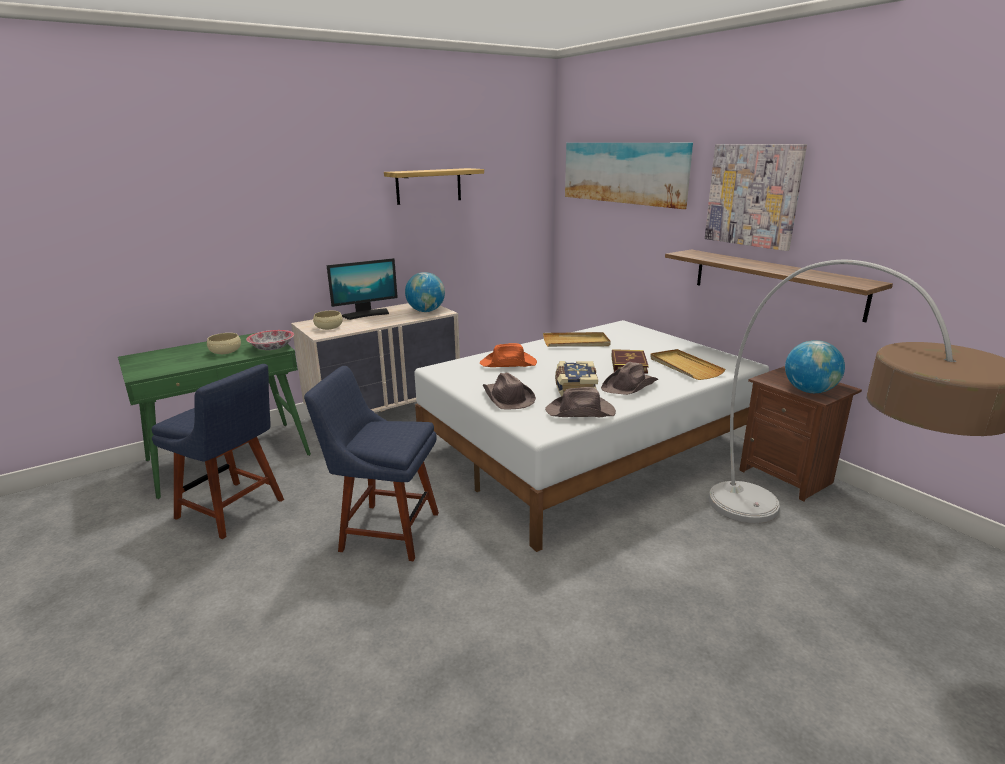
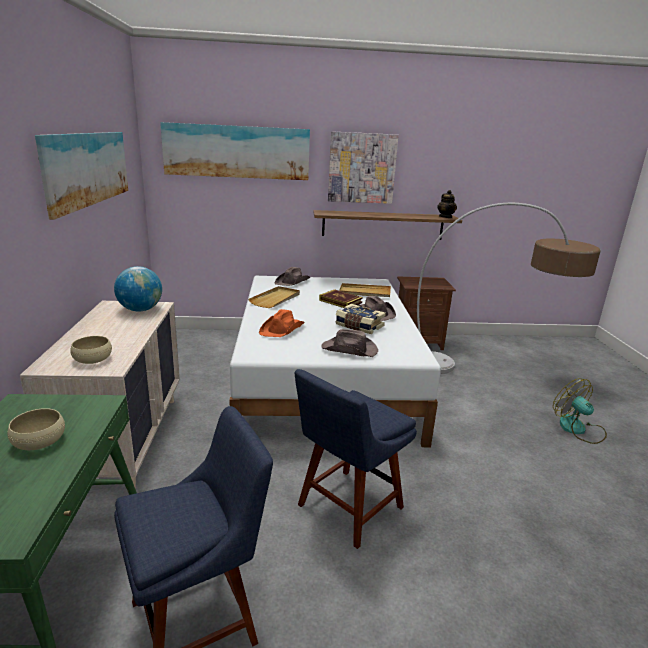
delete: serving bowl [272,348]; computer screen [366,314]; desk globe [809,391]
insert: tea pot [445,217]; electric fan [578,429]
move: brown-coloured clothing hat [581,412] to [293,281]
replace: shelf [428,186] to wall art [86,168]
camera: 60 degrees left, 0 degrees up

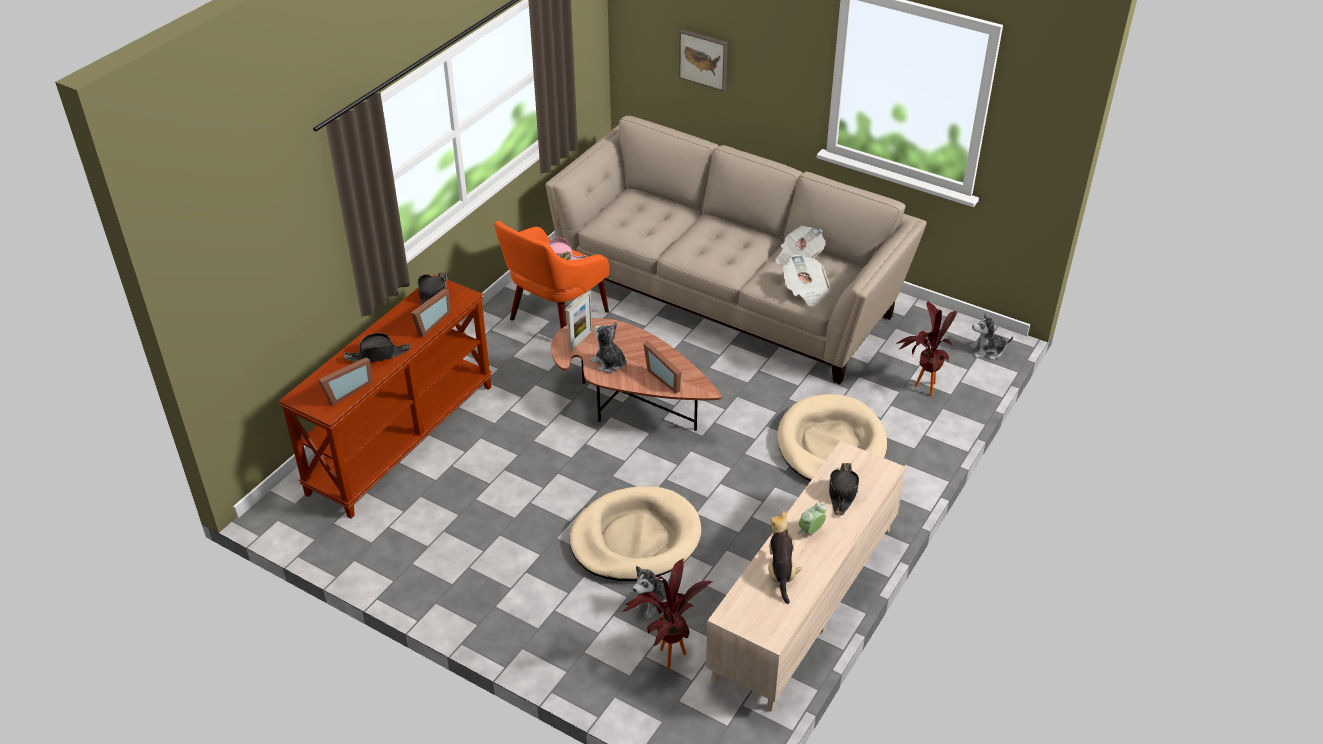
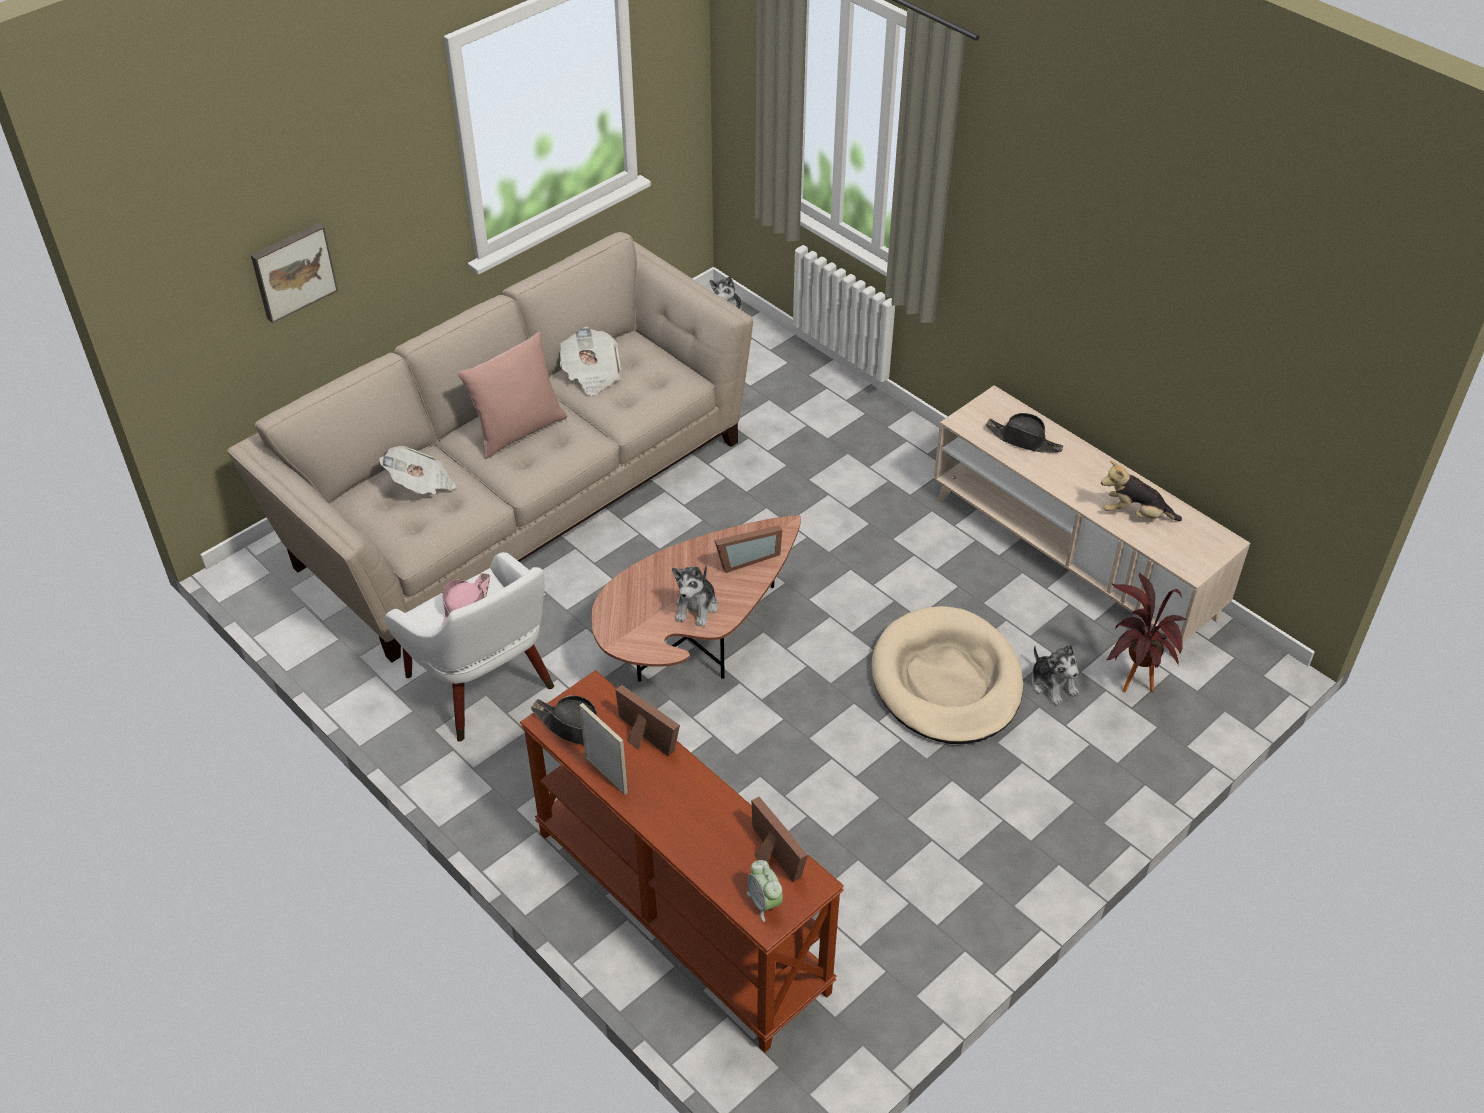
delete: black clothing hat [378,355]; sand-coloured dog cushion [831,445]; plant in a pot [920,388]
insert: pink-coloured pillow [518,431]
move: photo frame [581,341] to [606,775]; printed paper [805,291] to [421,485]; bedside clock [811,531] to [764,902]
recolor: orange-coloured armchair [554,319] to white armchair [485,688]
rotate: soft toy [609,363] = [696,607] 45 degrees counterclockwise
camera: 75 degrees left, 5 degrees up

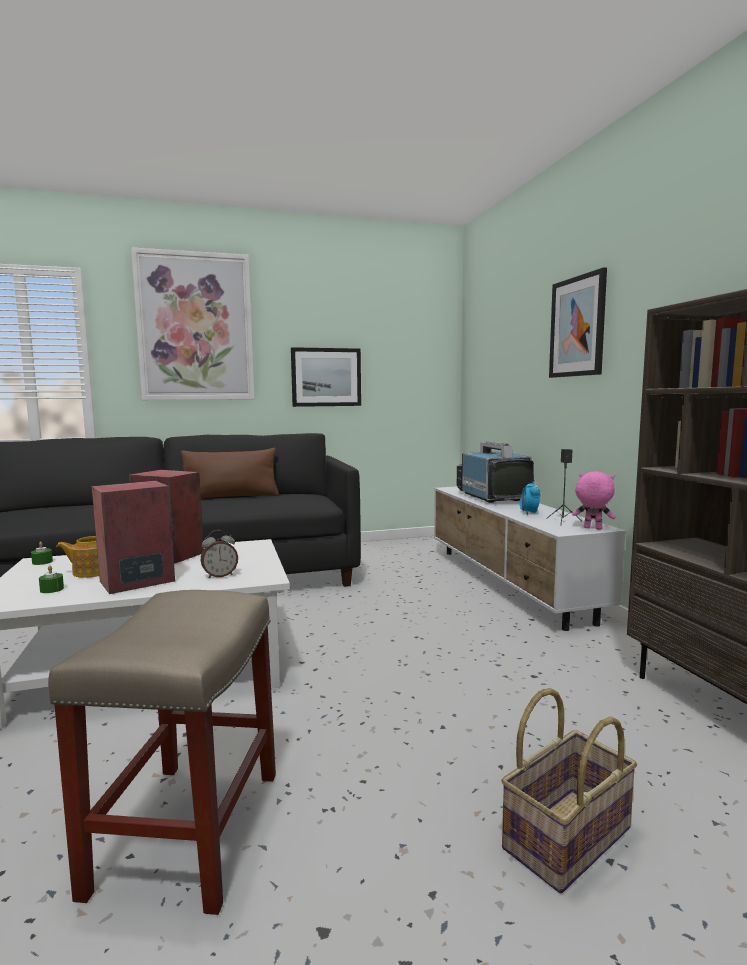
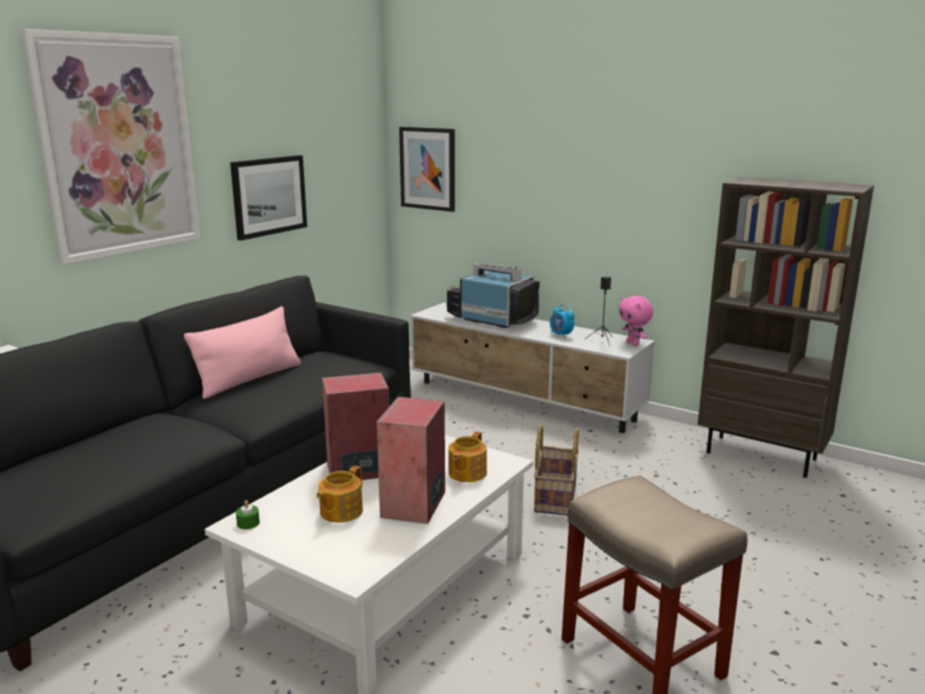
delete: greenish wax candle [52,589]
move: household basket [565,836] to [554,497]; wall art [577,327] to [428,168]
replace: bedside clock [220,576] to tea pot [466,473]
recolor: brown-coloured pillow [231,497] to pink-coloured pillow [249,379]
rotate: pink-coloured soft toy [592,528] = [633,343] 105 degrees counterclockwise
camera: 40 degrees left, 10 degrees up

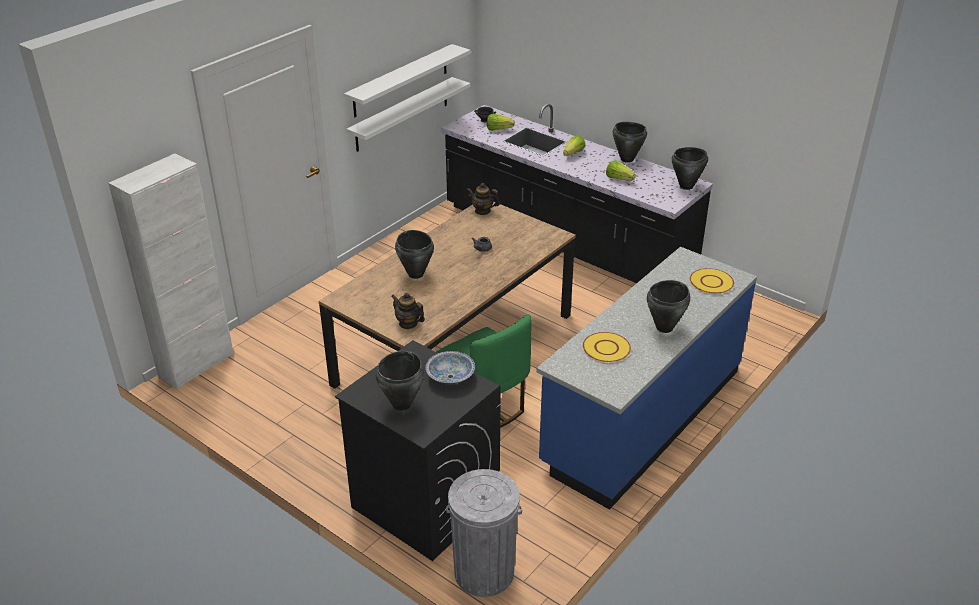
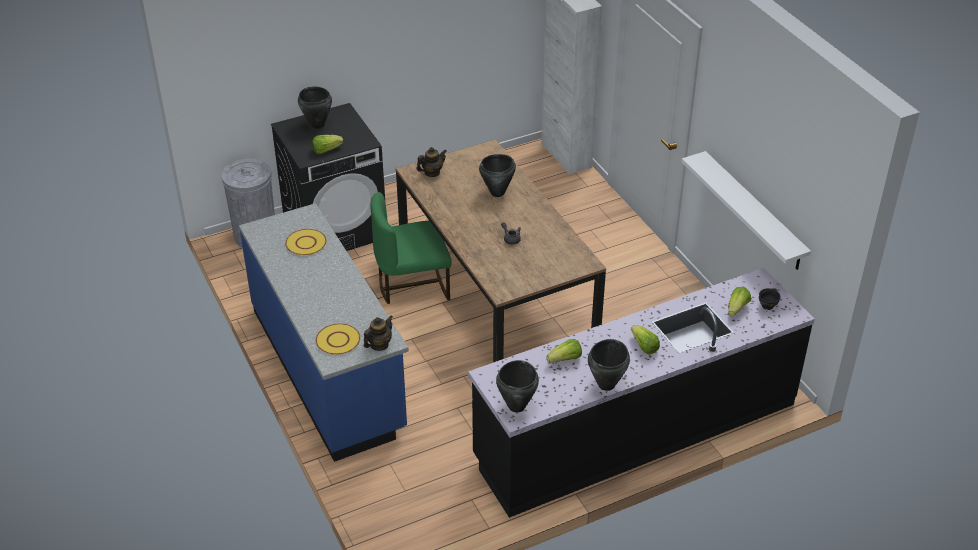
delete: white shelf [401,80]; black cooking pot [665,327]
move: tea pot [482,211] to [379,345]
replace: serving bowl [450,377] to head of lettuce [326,150]
camera: 115 degrees right, 5 degrees up

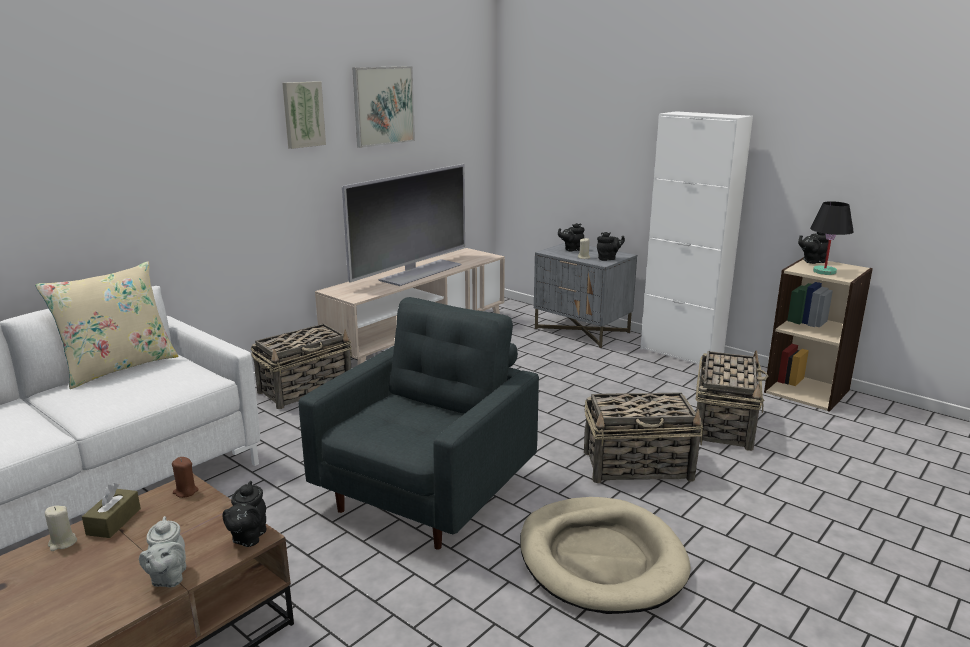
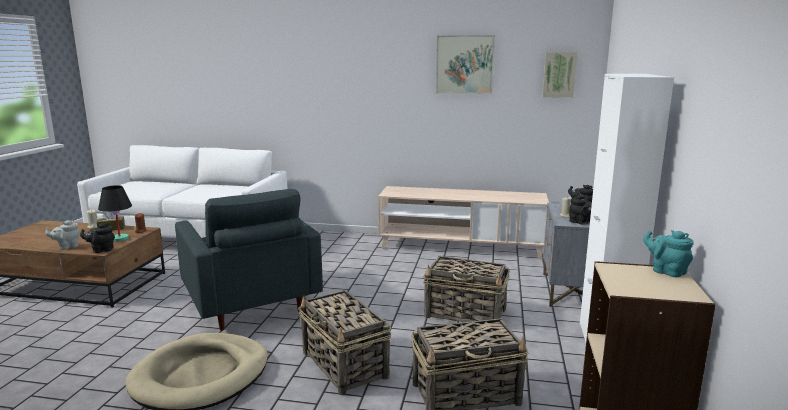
delete: sand-coloured pillow [119,367]; TV [419,272]
move: household basket [306,389] to [466,314]; wall art [303,114] to [559,74]; black table lamp [825,272] to [119,239]
recolor: black tea pot [812,261] to blue-green tea pot [666,271]
rotate: greyish armchair [428,493] = [250,304] 60 degrees clockwise
camera: 60 degrees right, 5 degrees down

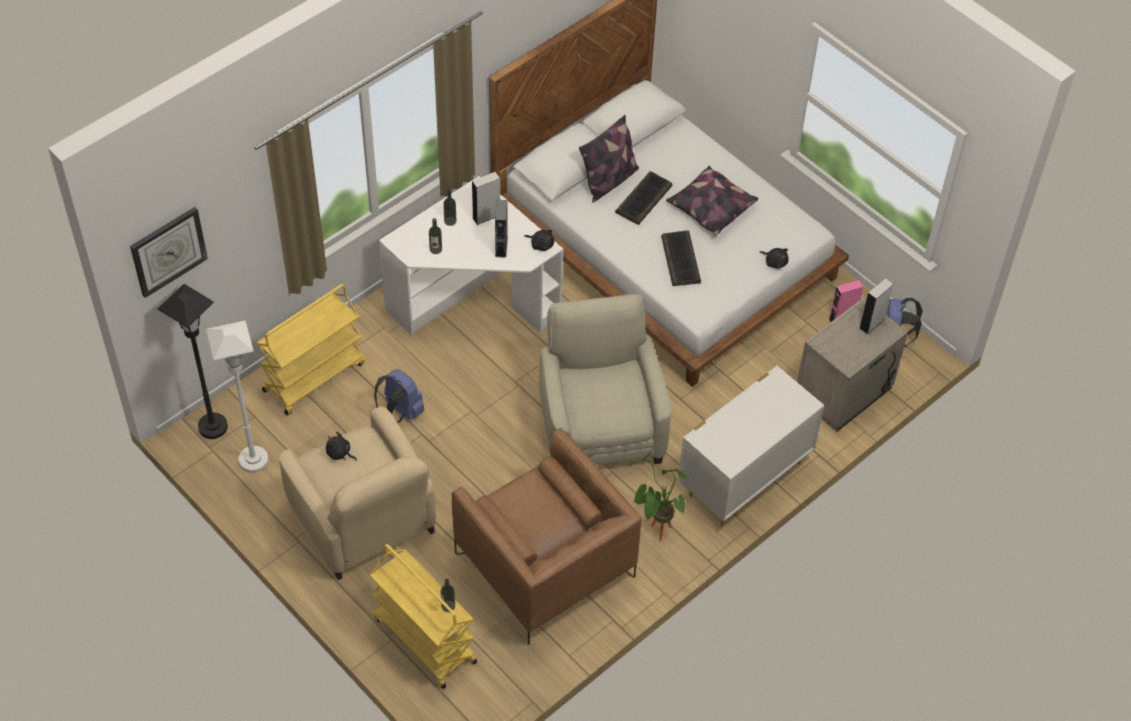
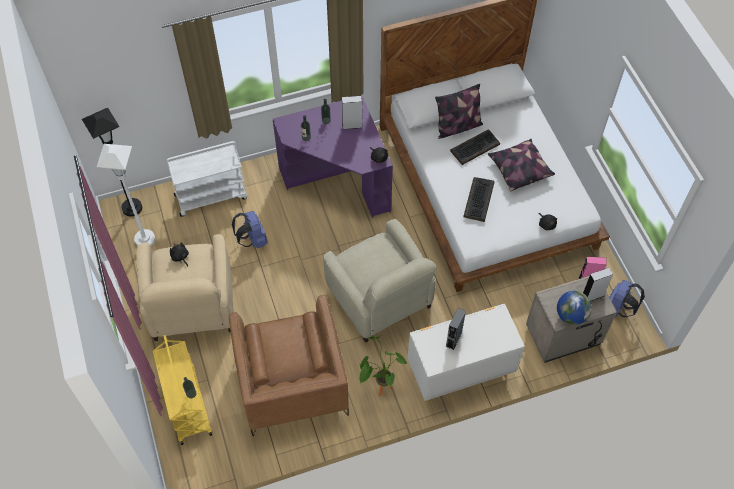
delete: hanging clock [168,251]
insert: desk globe [571,315]
move: greyish audio speaker [501,246] to [453,339]
recolor: yellow wheeled cart [314,376] to white wheeled cart [211,196]; white desk table [473,304] to purplish desk table [337,182]
rotate: sand-coloured armchair [601,426] = [379,298] 135 degrees clockwise
camera: 25 degrees right, 5 degrees up

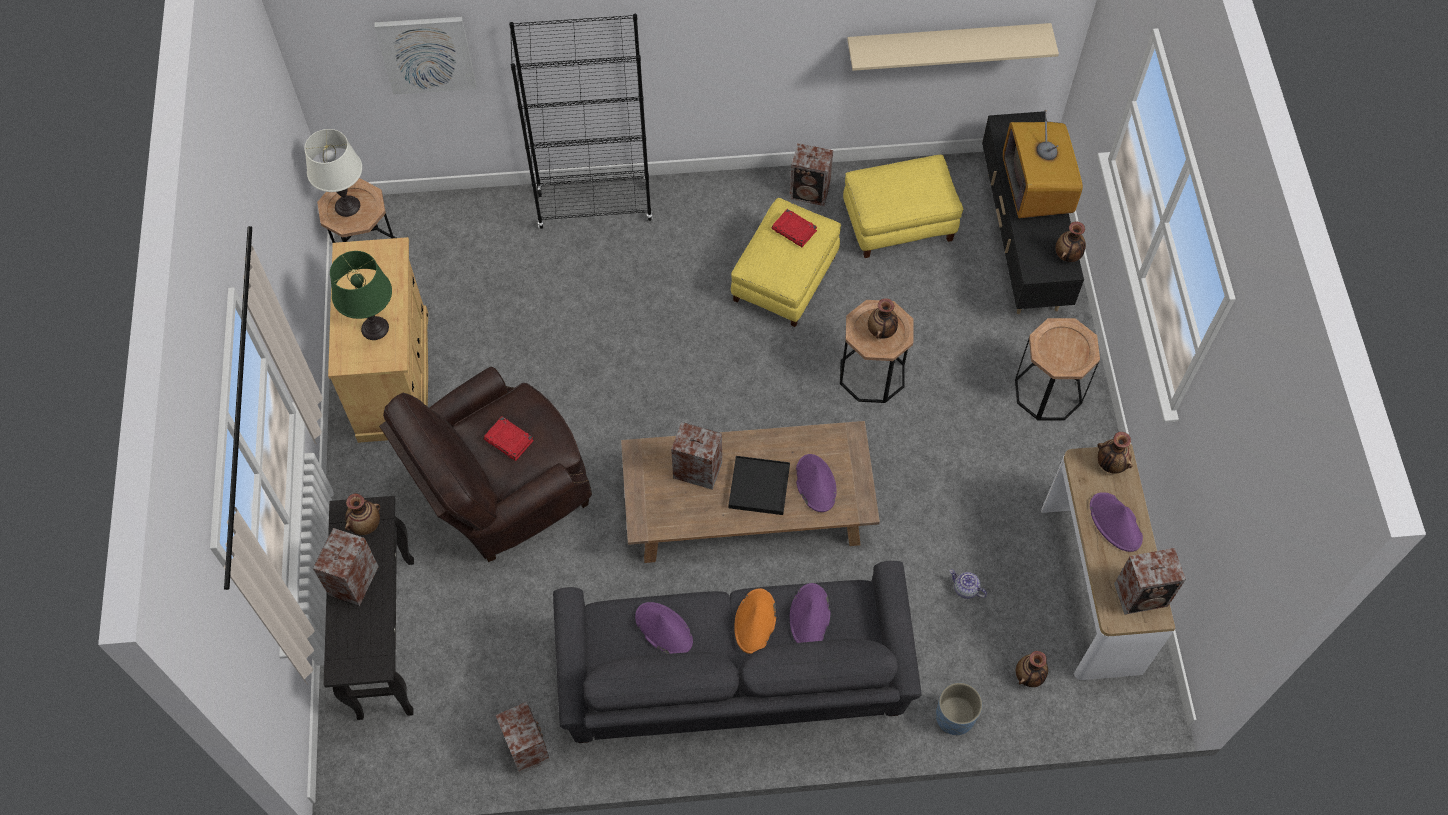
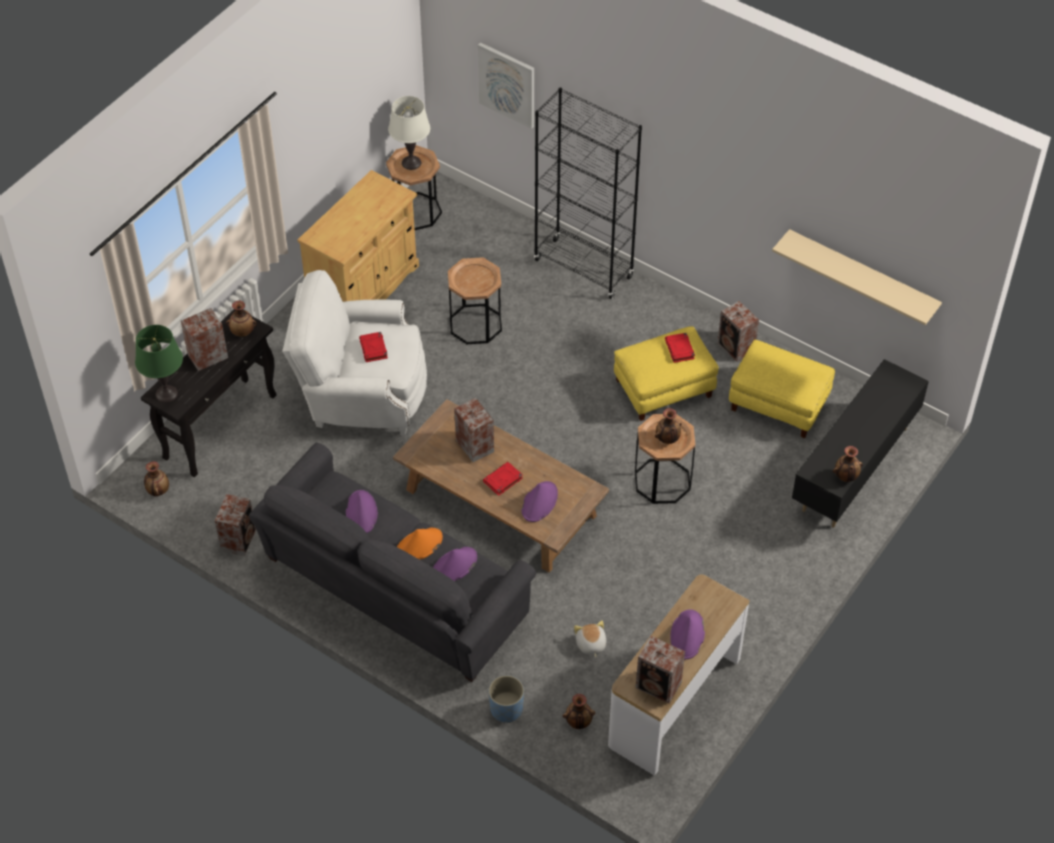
delete: TV [1036,188]
move: greenish table lamp [375,328] to [166,394]; brown-coloured accent table [1048,392] to [475,324]; decorative vase [1110,464] to [158,490]
replace: black carrying tray [759,487] to red volume [502,480]; tea pot [965,589] to soft toy [590,644]
recolor: brown-coloured armchair [501,492] to white armchair [361,394]
camera: 40 degrees right, 10 degrees down

